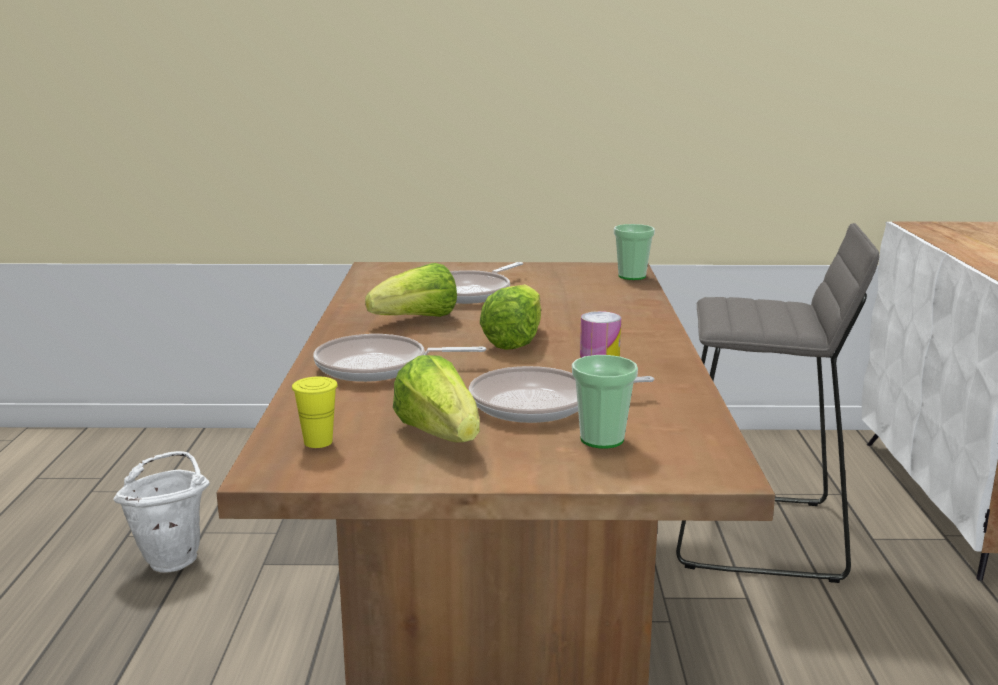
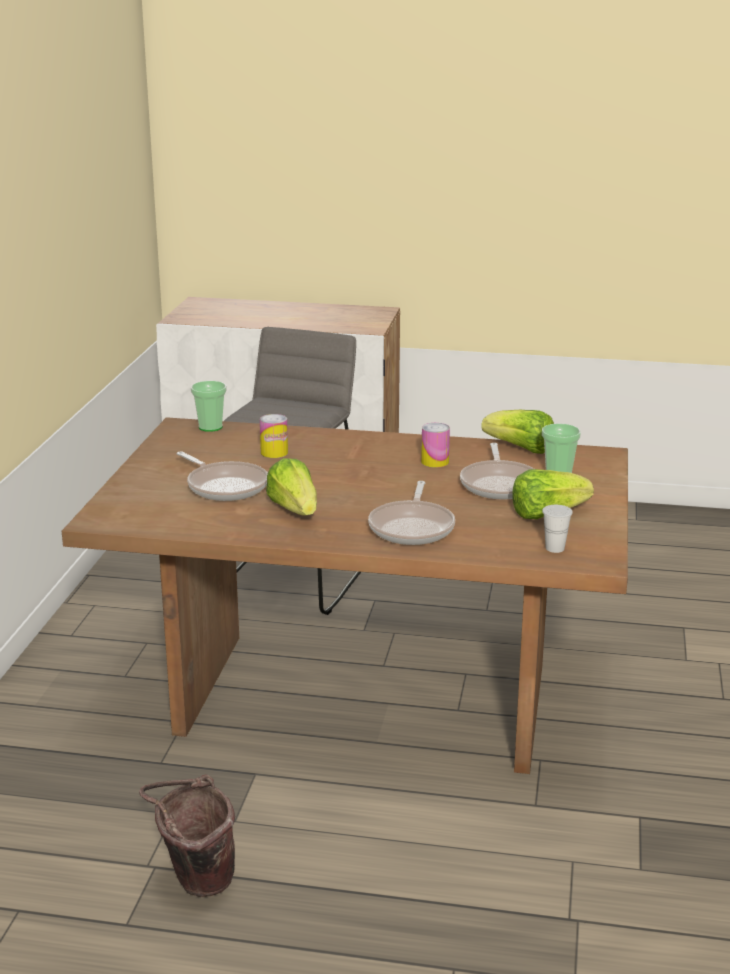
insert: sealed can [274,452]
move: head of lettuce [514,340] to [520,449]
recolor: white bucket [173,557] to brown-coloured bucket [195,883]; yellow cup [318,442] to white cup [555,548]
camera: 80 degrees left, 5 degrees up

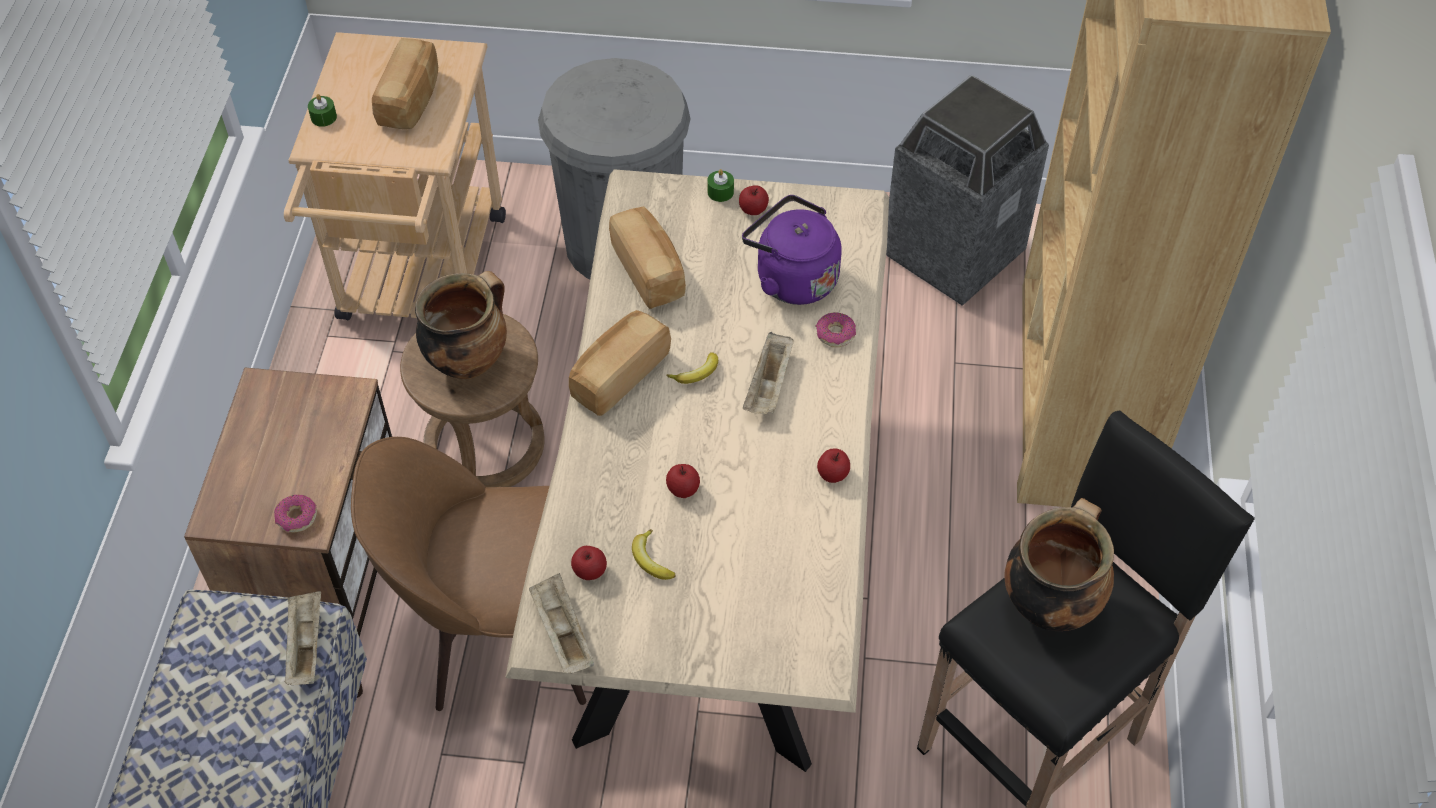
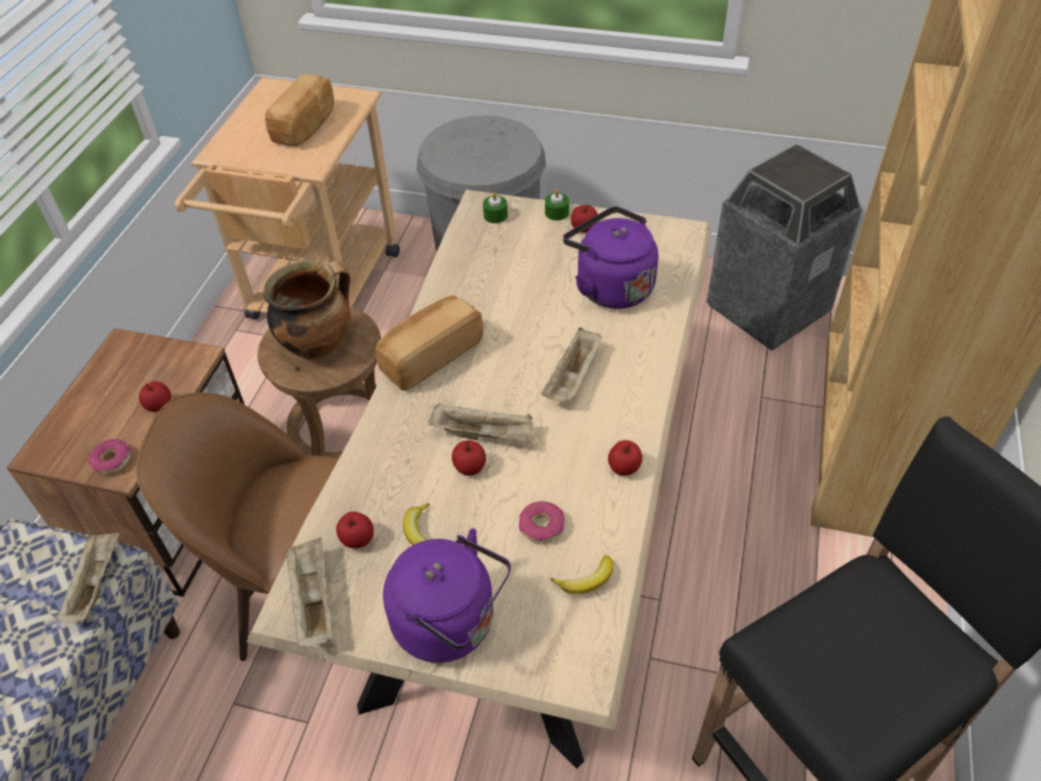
delete: bread [649,271]; cooking pot [1049,603]
insert: apple fruit [159,405]; purplish kettle [451,624]; sand-coloured carrying tray [484,434]
move: greenish wax candle [323,117] to [495,215]; banana [697,374] to [586,580]; donut [835,334] to [541,526]
camera: 10 degrees right, 5 degrees down

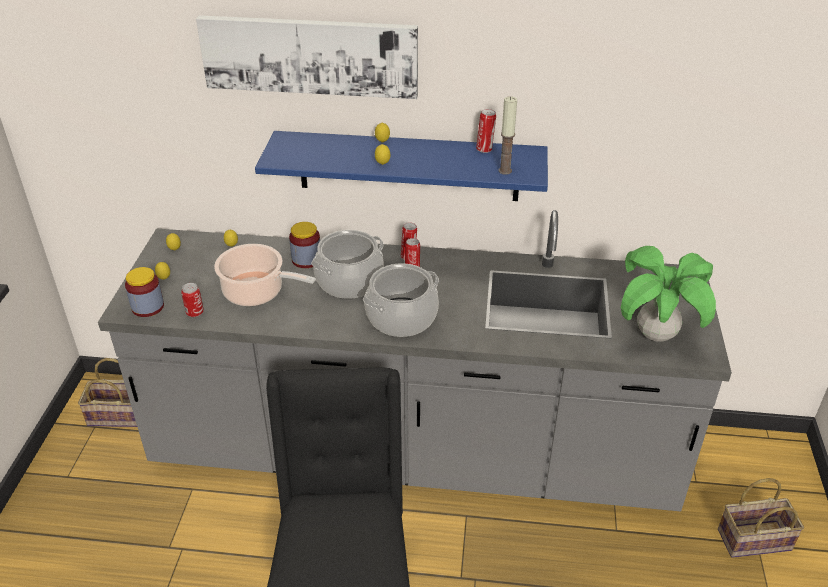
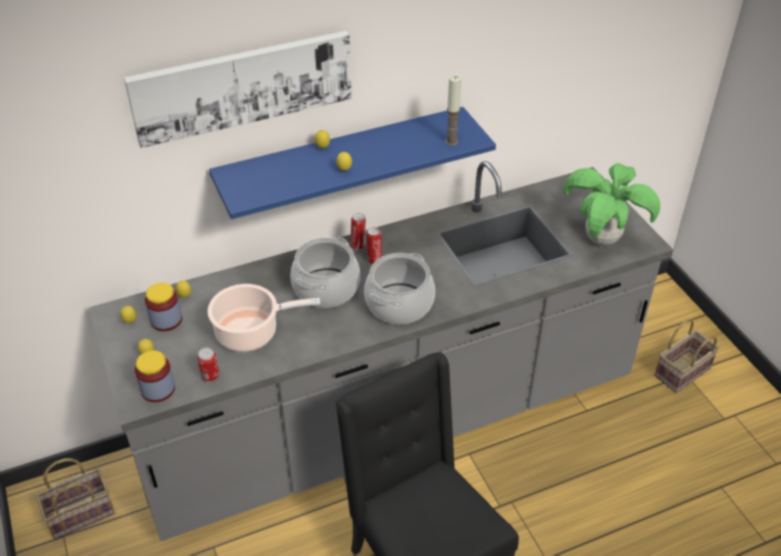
delete: sealed can [485,149]
move: jar [306,259] to [166,320]
camera: 30 degrees left, 5 degrees up

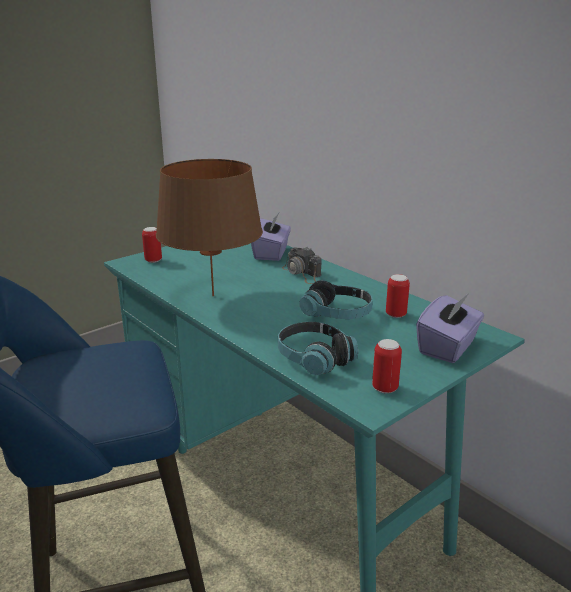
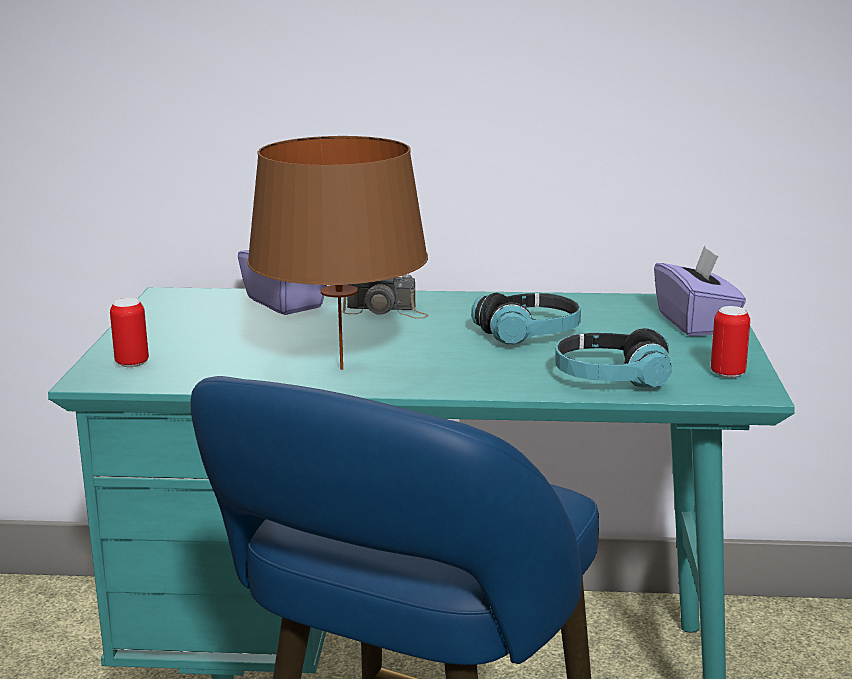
delete: sealed can [395,315]
camera: 45 degrees left, 5 degrees down

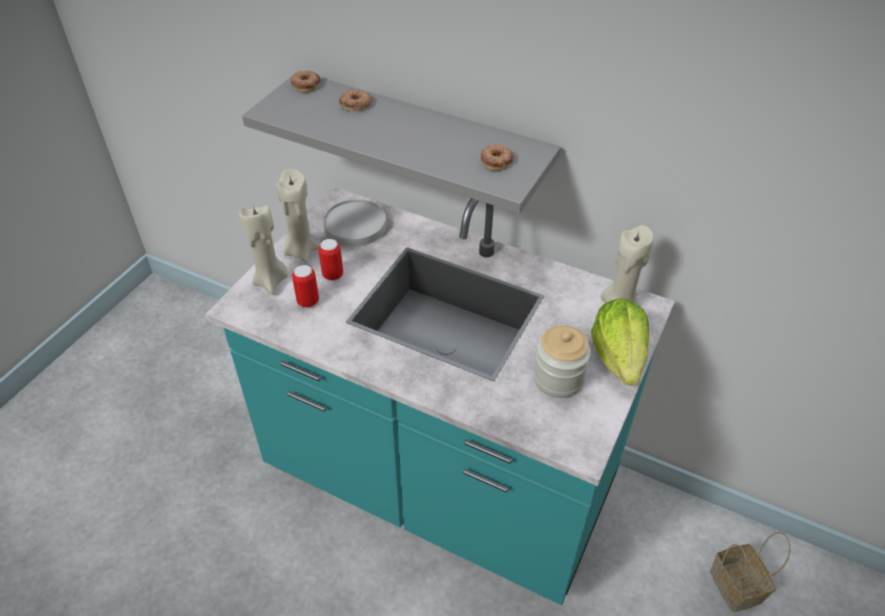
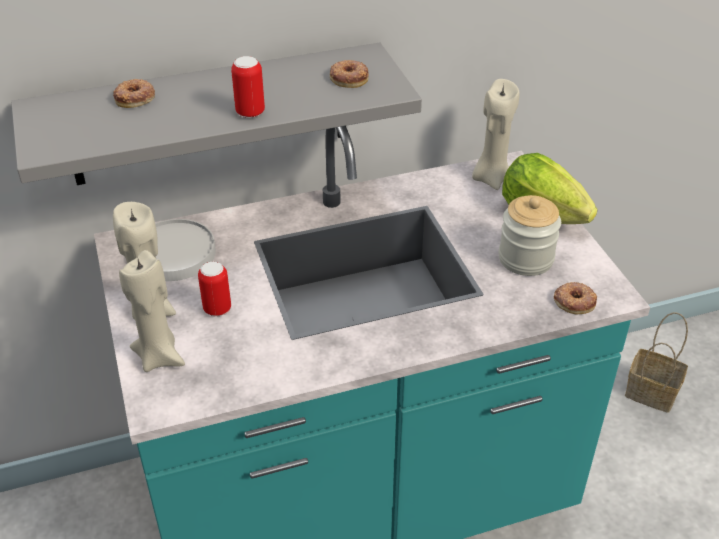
move: donut [306,84] to [574,301]; sealed can [308,301] to [250,112]
camera: 45 degrees left, 5 degrees down

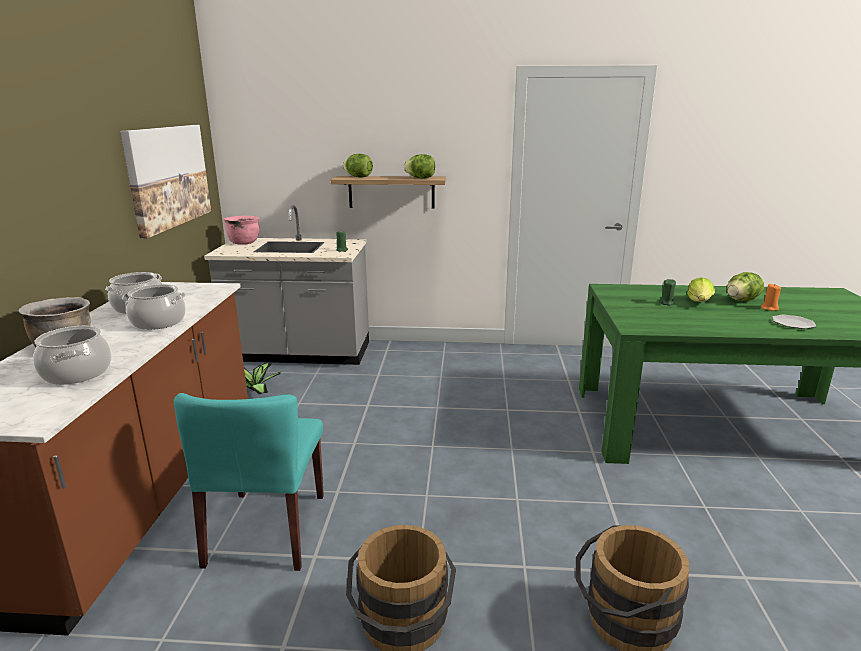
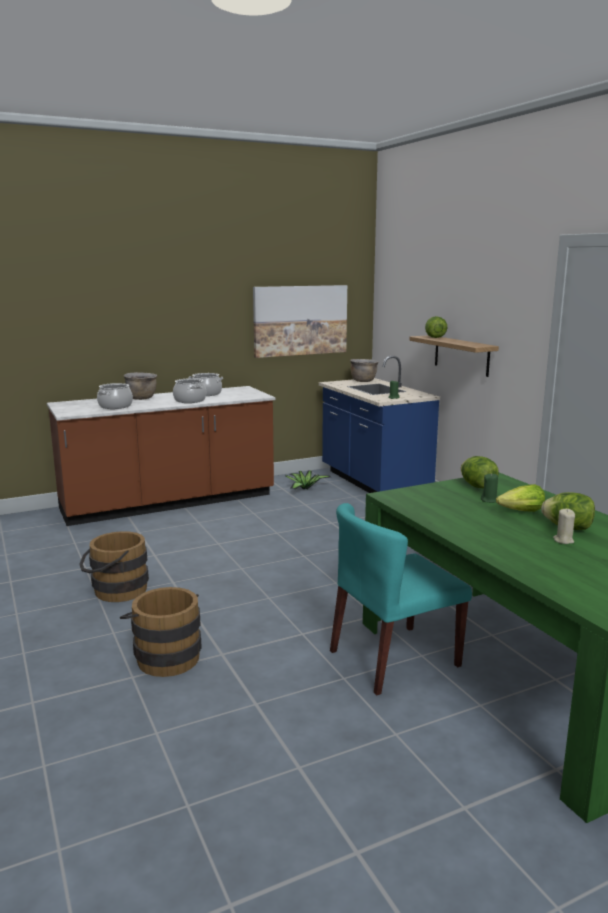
delete: dinner plate [793,323]
move: blue-green upright chair [267,530] to [393,659]; head of lettuce [420,178] to [477,486]
recolor: greyish counter [299,354] to blue-coloured counter [373,483]; pink-coloured cooking pot [244,243] to brown-coloured cooking pot [363,381]; orange-coloured wax candle [769,308] to sand-coloured wax candle [563,540]
camera: 60 degrees right, 5 degrees down

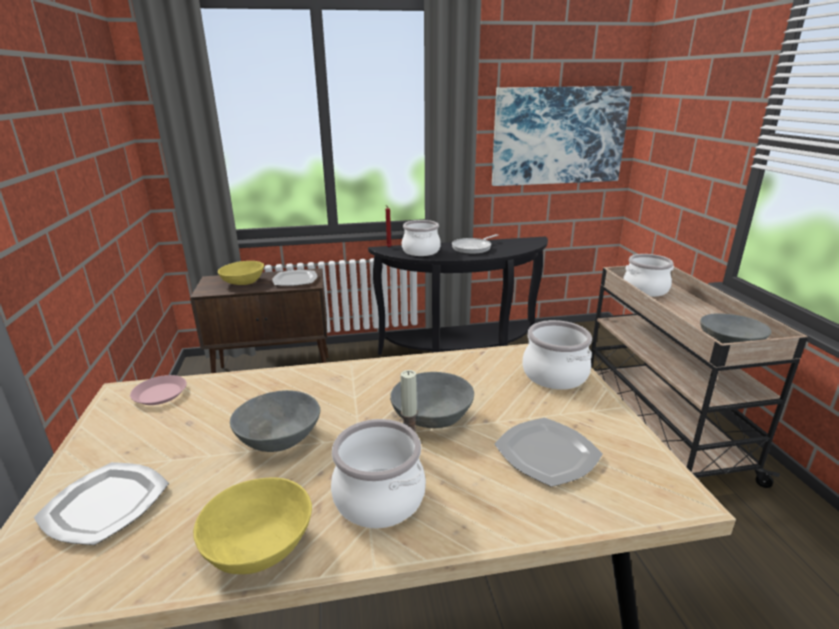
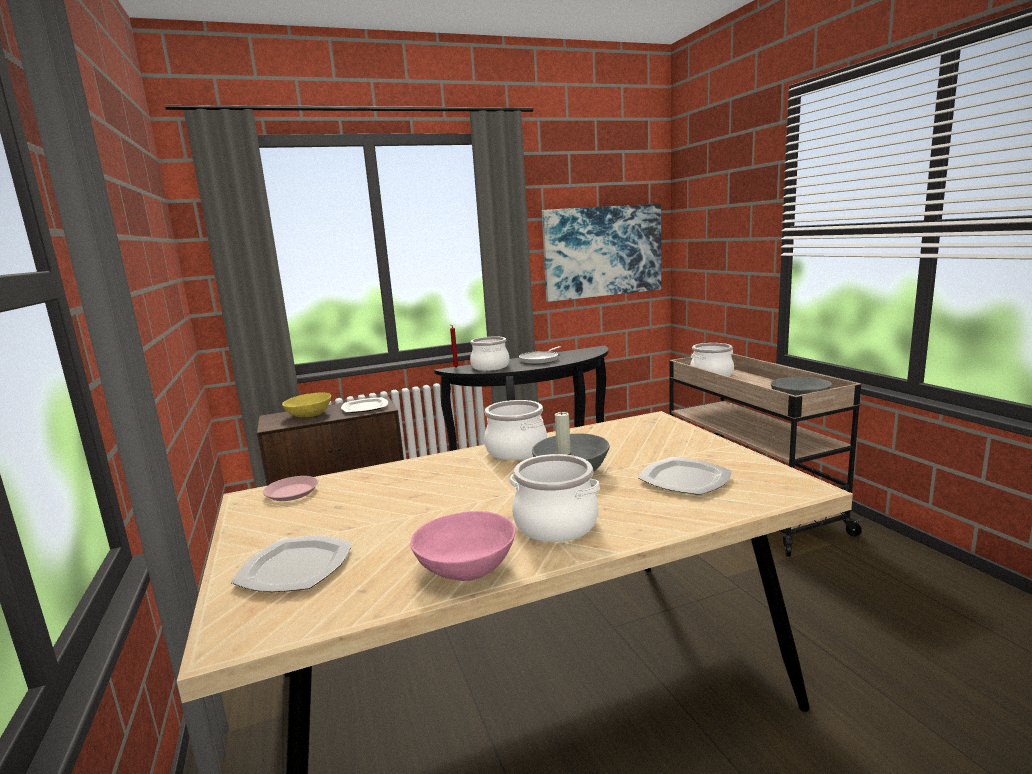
delete: greyish serving bowl [279,439]
move: cooking pot [554,375] to [516,451]
recolor: yellow serving bowl [260,545] to pink-coloured serving bowl [467,567]
camera: 10 degrees left, 10 degrees down

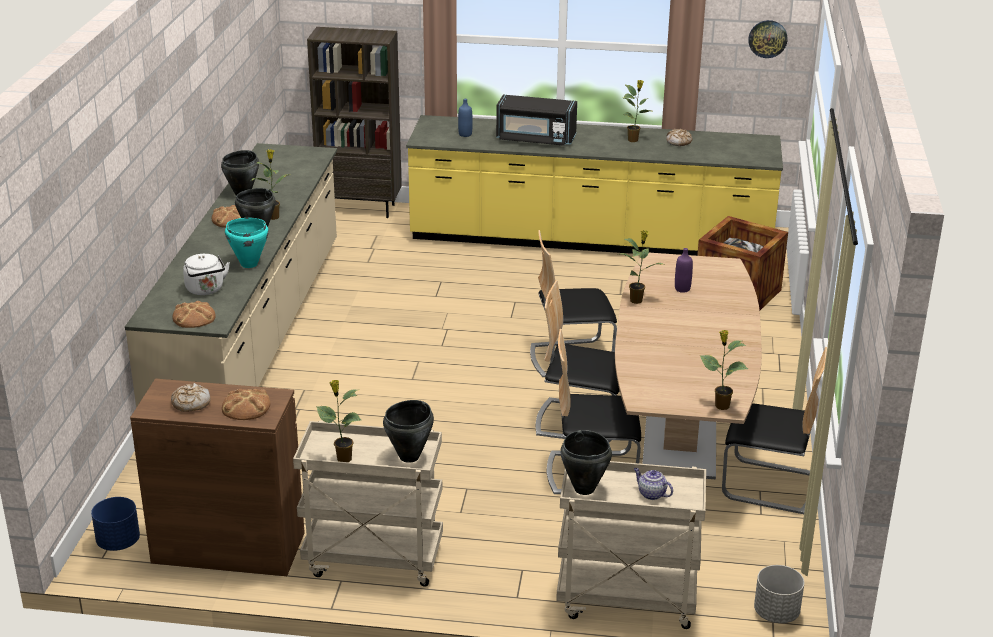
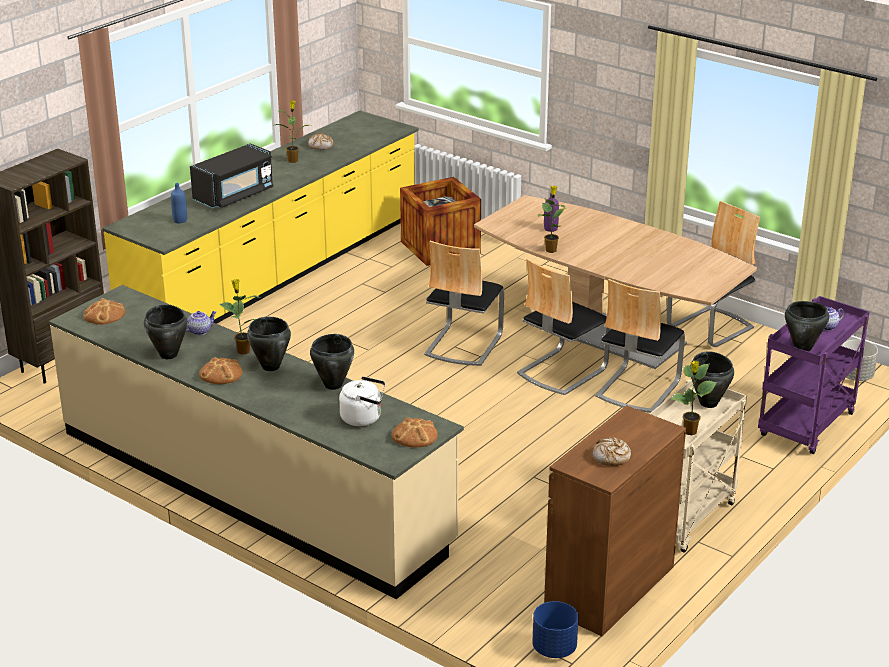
delete: plant in a pot [721,406]; hanging clock [767,38]
insert: tea pot [199,331]
move: bread [246,407] to [104,314]
recolor: blue-green cooking pot [249,264] to black cooking pot [333,385]; sand-coloured wheeled cart [625,601] to purplish wheeled cart [806,426]
camera: 60 degrees left, 0 degrees up

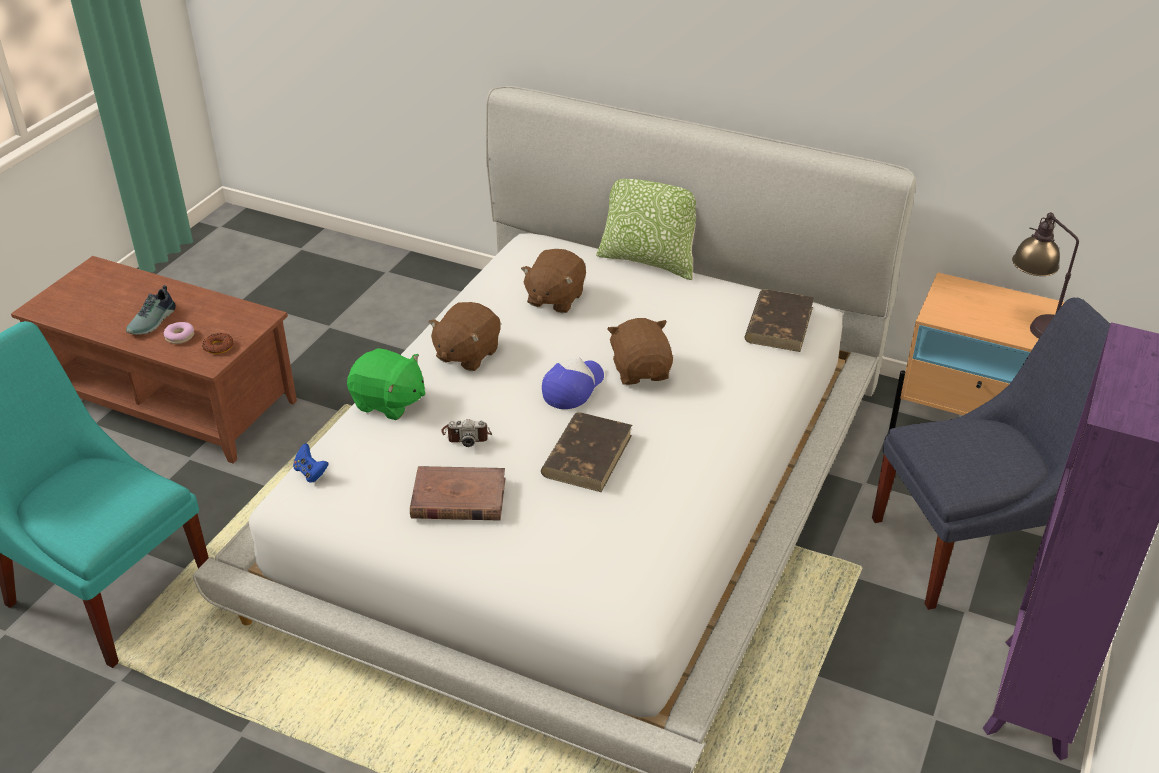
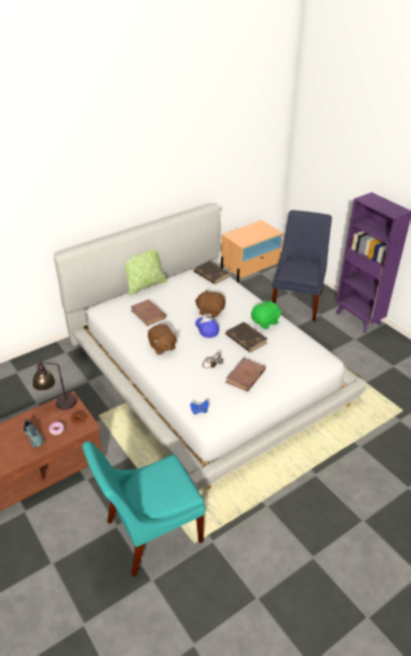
move: greenish soft toy [388,402] to [265,322]; table lamp [1036,324] to [57,404]
replace: brown-coloured soft toy [554,298] to brown-coloured volume [148,314]
camera: 60 degrees left, 0 degrees up

